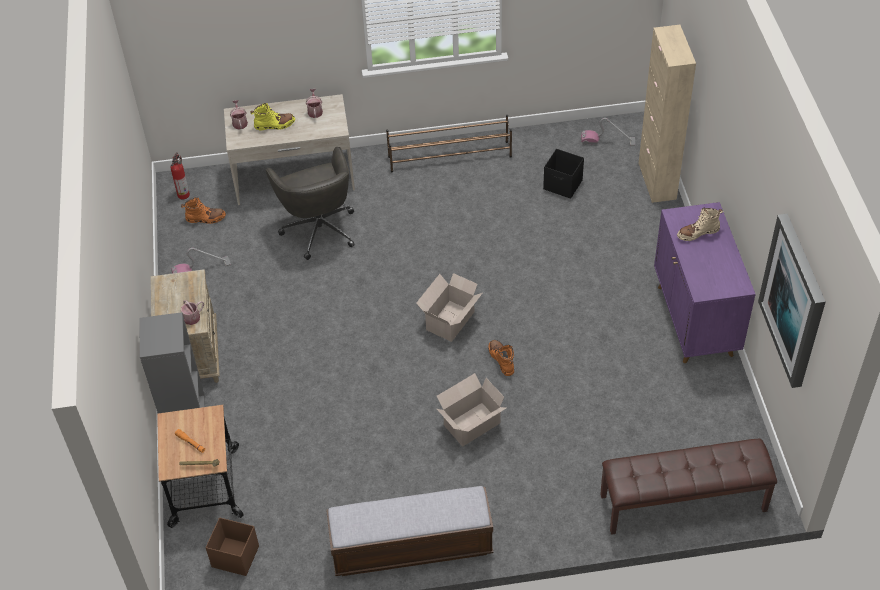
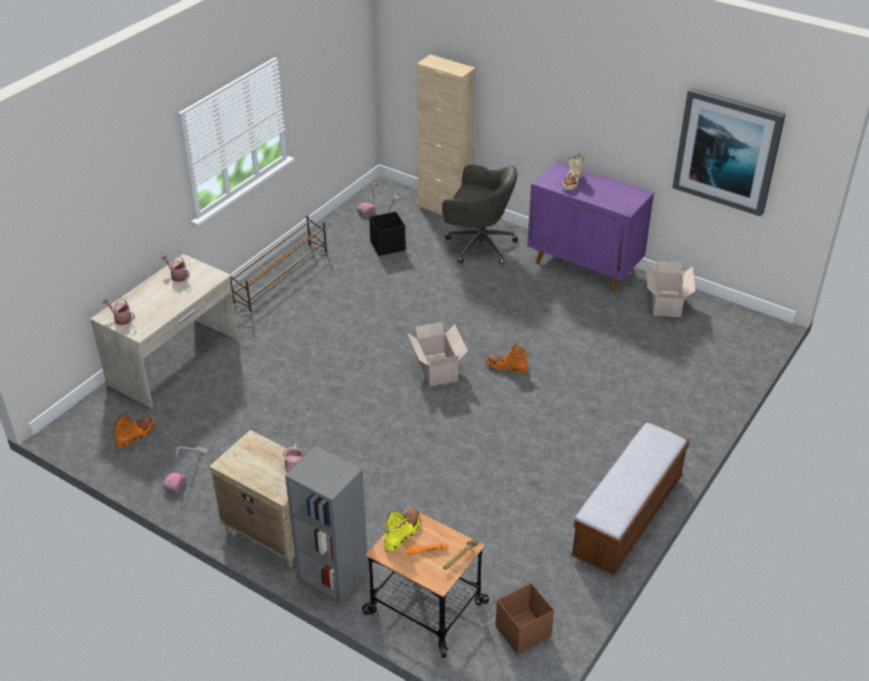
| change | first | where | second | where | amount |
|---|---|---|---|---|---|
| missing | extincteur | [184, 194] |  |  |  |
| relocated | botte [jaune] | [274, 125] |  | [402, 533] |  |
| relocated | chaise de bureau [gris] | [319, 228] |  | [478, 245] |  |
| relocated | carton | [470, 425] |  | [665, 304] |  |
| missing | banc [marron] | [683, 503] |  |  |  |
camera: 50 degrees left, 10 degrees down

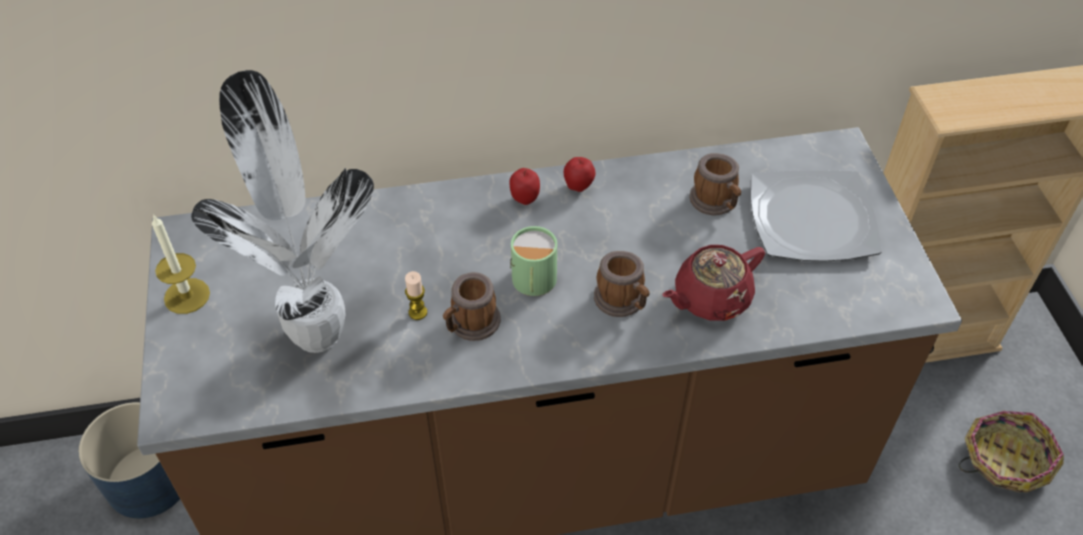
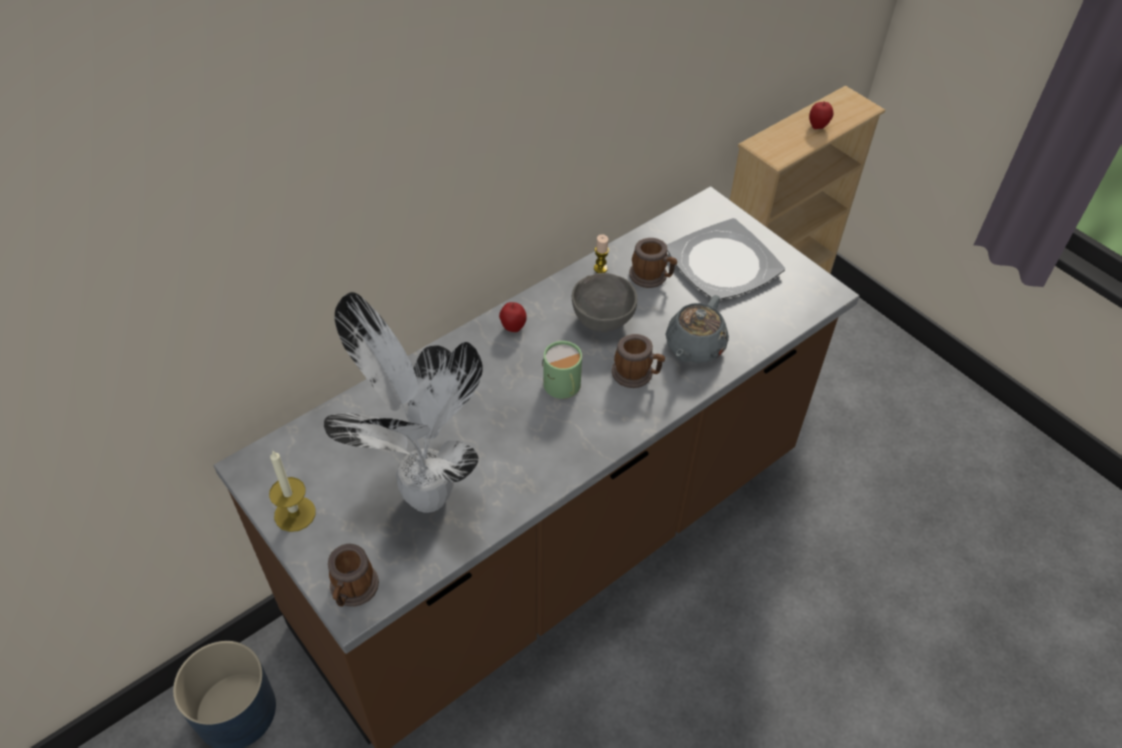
| change | first | where | second | where | amount |
|---|---|---|---|---|---|
| relocated | bougie | [418, 312] |  | [600, 268] |  |
| relocated | mug | [470, 324] |  | [352, 590] |  |
| relocated | pomme | [578, 187] |  | [818, 126] |  |
| colour | théière [rouge] | [710, 298] | théière [gris] | [694, 347] |  |
| missing | panier | [1004, 460] |  |  |  |
| appeared |  |  | bol [gris] | [603, 319] |  |
camera: 30 degrees left, 0 degrees up

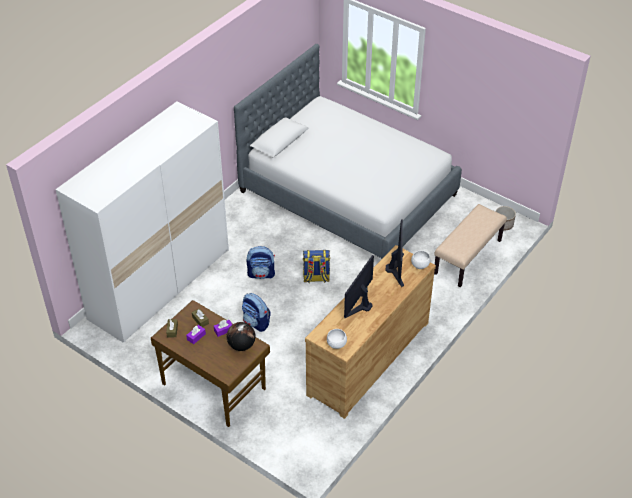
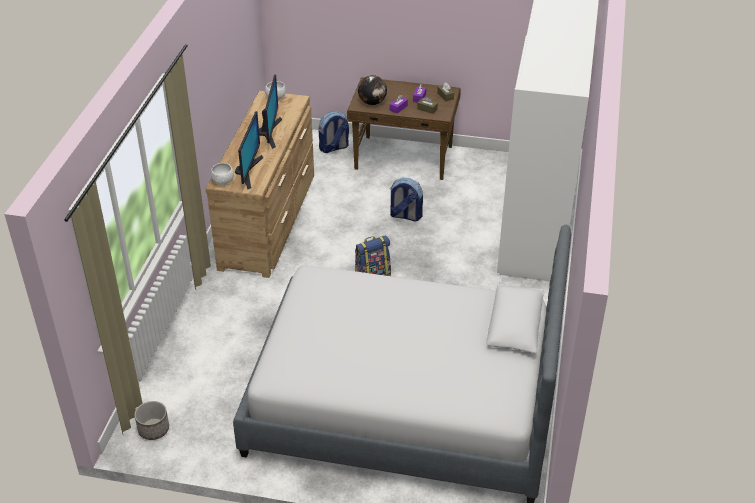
| change | first | where | second | where | amount |
|---|---|---|---|---|---|
| relocated | sac à dos | [261, 274] |  | [333, 148] |  |
| spun | écran d'ordinateur | [396, 269] |  | [248, 171] | 150 degrees counterclockwise |
| missing | banc [beige] | [468, 257] |  |  |  |
camera: 155 degrees right, 5 degrees down

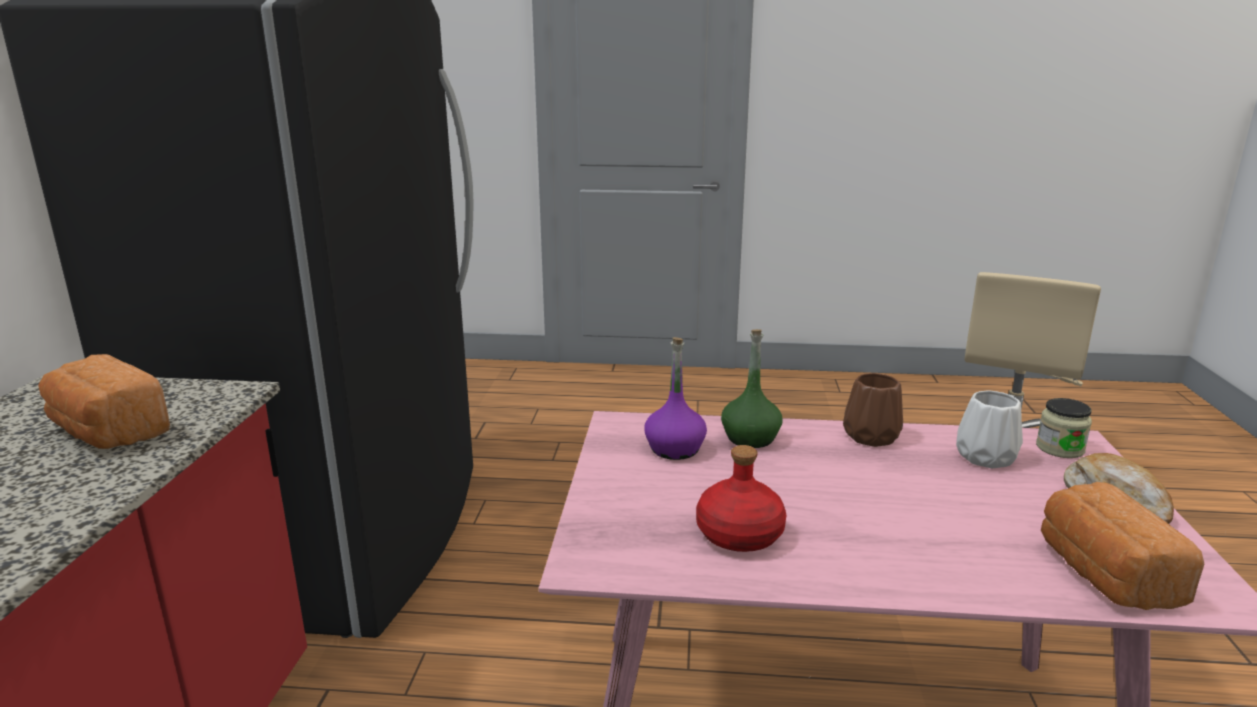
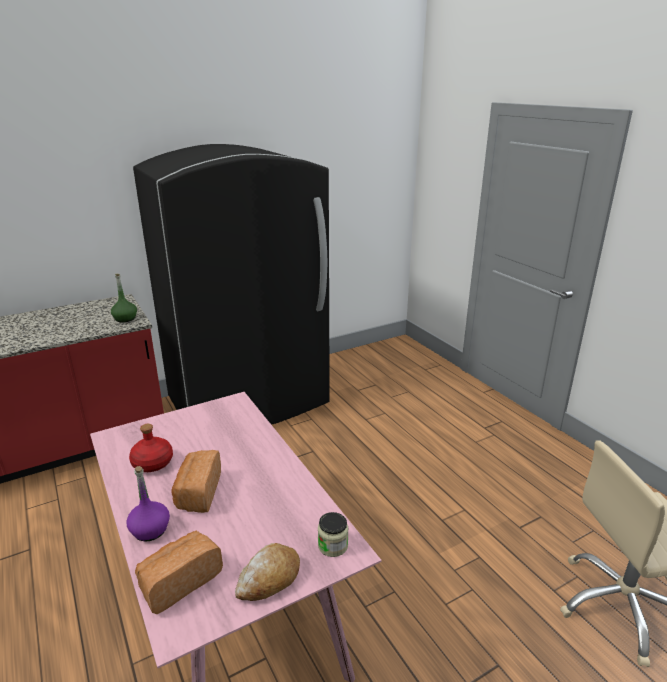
| change | first | where | second | where | amount |
|---|---|---|---|---|---|
| relocated | pain | [107, 432] |  | [198, 493] |  |
| relocated | bouteille [violet] | [675, 449] |  | [150, 530] |  |
| relocated | bouteille [vert] | [750, 438] |  | [125, 318] |  |
| missing | vase [marron] | [871, 436] |  |  |  |
| missing | vase [blanc] | [986, 457] |  |  |  |
camera: 55 degrees right, 5 degrees up

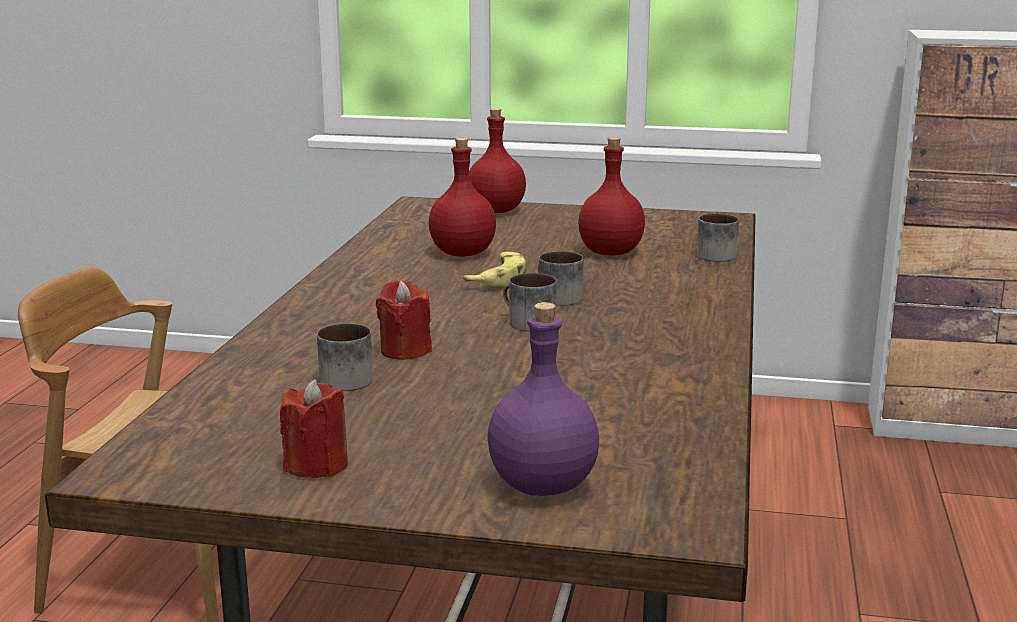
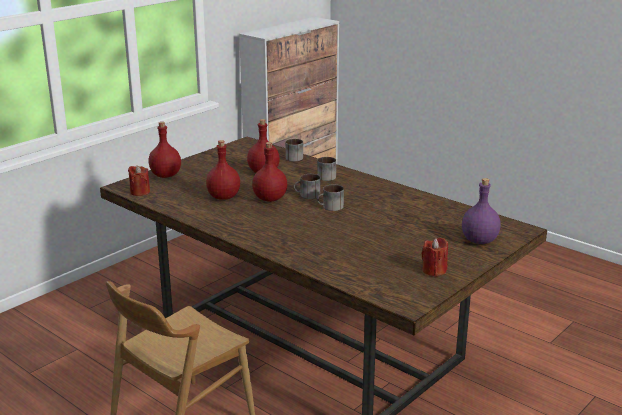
| change | first | where | second | where | amount |
|---|---|---|---|---|---|
| relocated | mug | [348, 378] |  | [324, 176] |  |
| relocated | bougie [rouge] | [405, 350] |  | [140, 192] |  |
| exchanged | banane | [498, 278] | bouteille [rouge] | [269, 199] |  |
camera: 60 degrees left, 5 degrees up

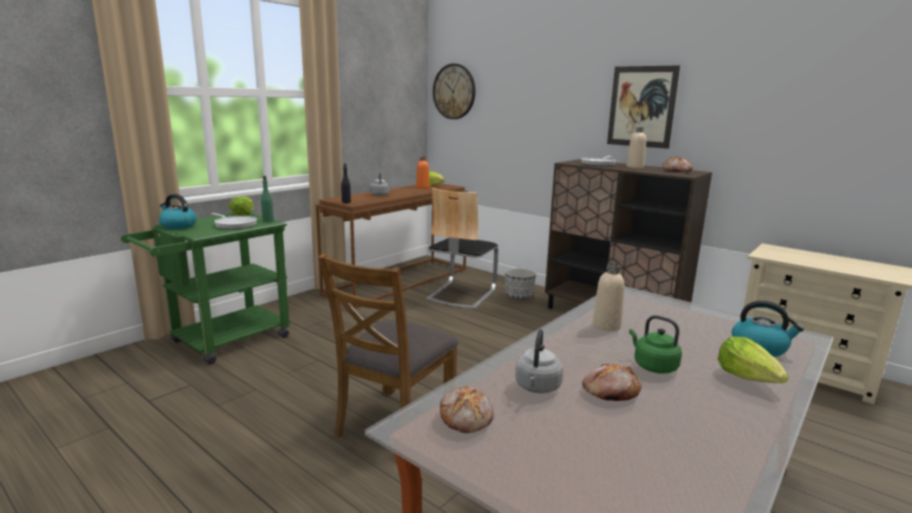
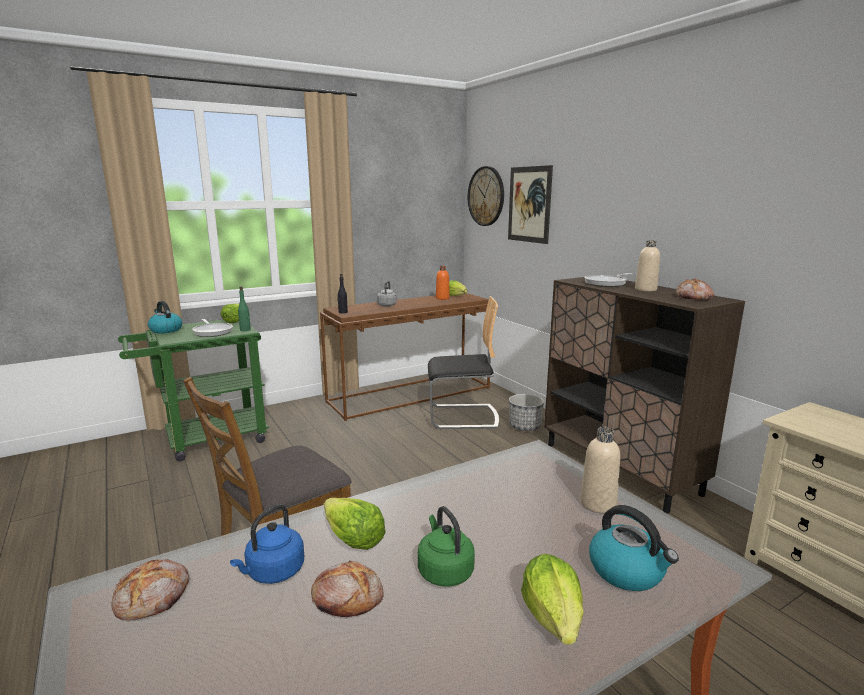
| change | first | where | second | where | amount |
|---|---|---|---|---|---|
| spun | chaise | [461, 294] |  | [462, 416] | 135 degrees counterclockwise |
| colour | bouilloire [gris] | [537, 387] | bouilloire [bleu] | [273, 572] |  |
| relocated | bouteille [beige] | [606, 326] |  | [598, 503] |  |
| relocated | tableau | [641, 106] |  | [529, 204] |  |
| appeared |  |  | laitue | [352, 539] |  |
camera: 20 degrees right, 0 degrees up

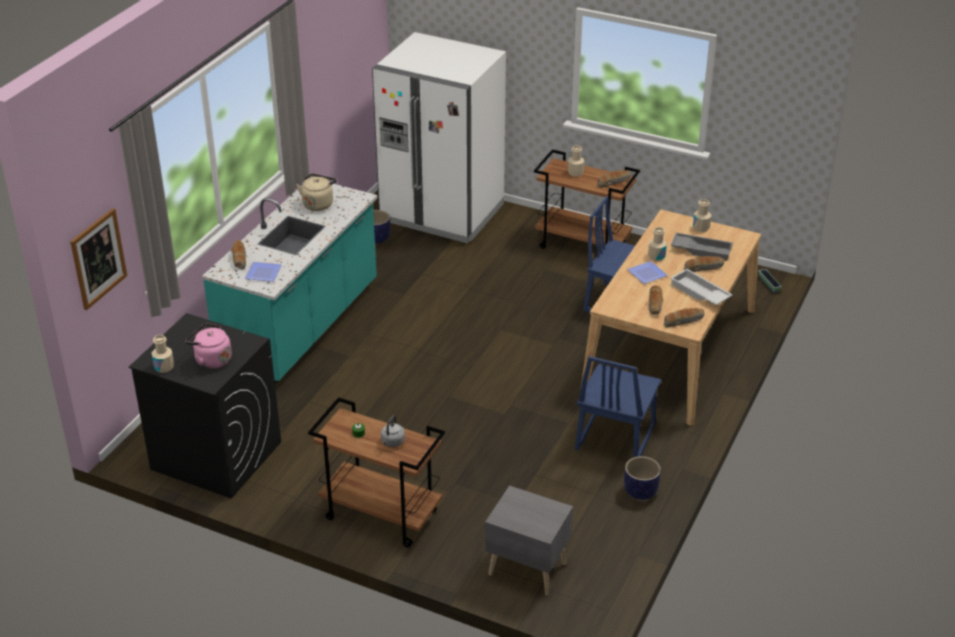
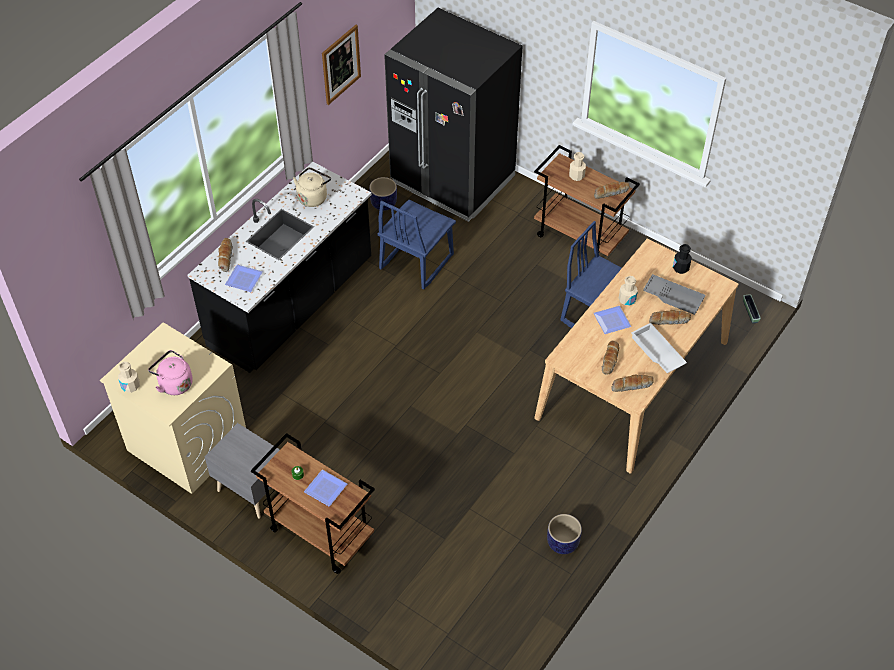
| change | first | where | second | where | amount |
|---|---|---|---|---|---|
| relocated | tableau | [98, 258] |  | [341, 64] |  |
| colour | lave-linge [noir] | [215, 455] | lave-linge [beige] | [186, 443] |  |
| colour | comptoir de cuisine [turquoise] | [302, 328] | comptoir de cuisine [noir] | [292, 304] |  |
| colour | réfrigérateur [blanc] | [442, 213] | réfrigérateur [noir] | [452, 180] |  |
| exchanged | bouilloire [gris] | [392, 442] | assiette | [326, 490] |  |
| relocated | table de chevet [gris] | [527, 567] |  | [251, 489] |  |
| relocated | chaise [bleu] | [614, 437] |  | [415, 261] |  |
| colour | bouteille [beige] | [701, 228] | bouteille [noir] | [680, 268] |  |
camera: 10 degrees right, 15 degrees up

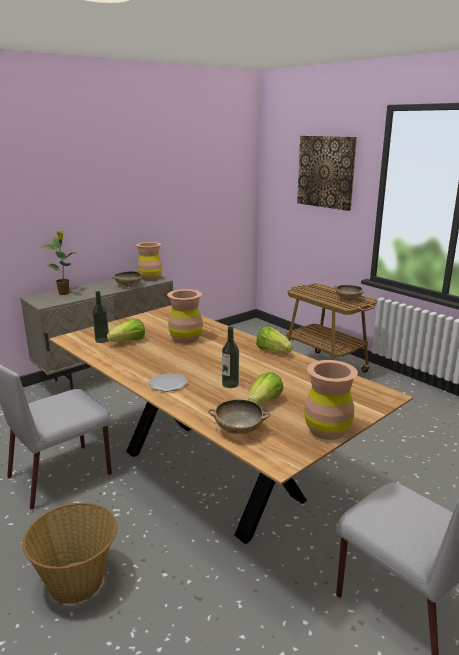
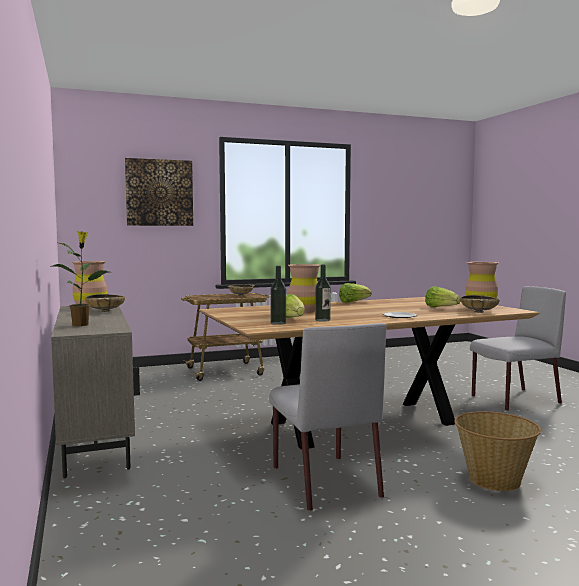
| change | first | where | second | where | amount |
|---|---|---|---|---|---|
| relocated | bouteille | [230, 384] |  | [322, 320] |  |
camera: 70 degrees left, 15 degrees down

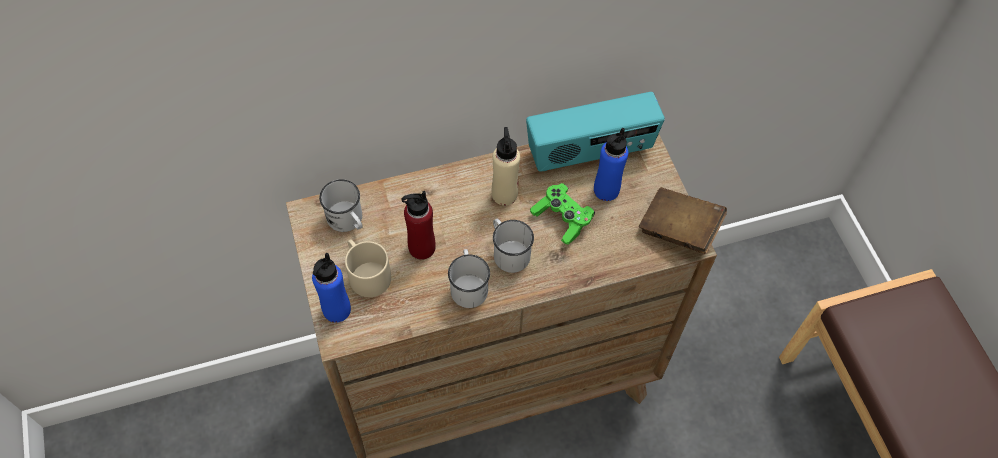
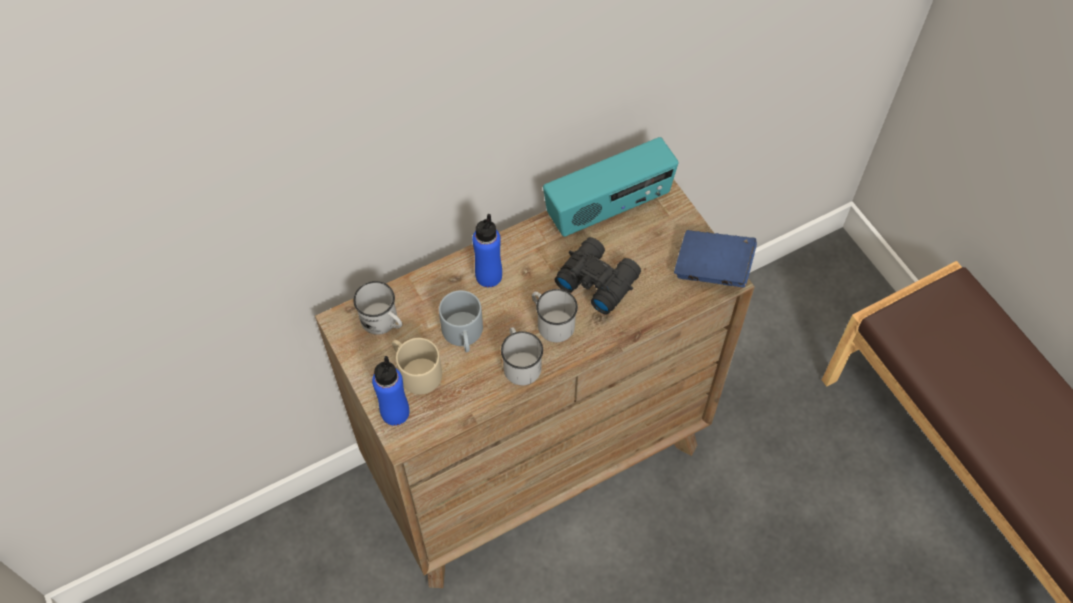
| change | first | where | second | where | amount |
|---|---|---|---|---|---|
| exchanged | bouteille [rouge] | [421, 247] | mug [gris] | [464, 334] |  |
| missing | bouteille [beige] | [504, 194] |  |  |  |
| exchanged | manette [vert] | [562, 219] | jumelles [noir] | [597, 279] |  |
| relocated | bouteille [bleu] | [606, 190] |  | [488, 276] |  |
| colour | livre [marron] | [678, 230] | livre [bleu] | [712, 269] |  |
camera: 10 degrees left, 0 degrees up

